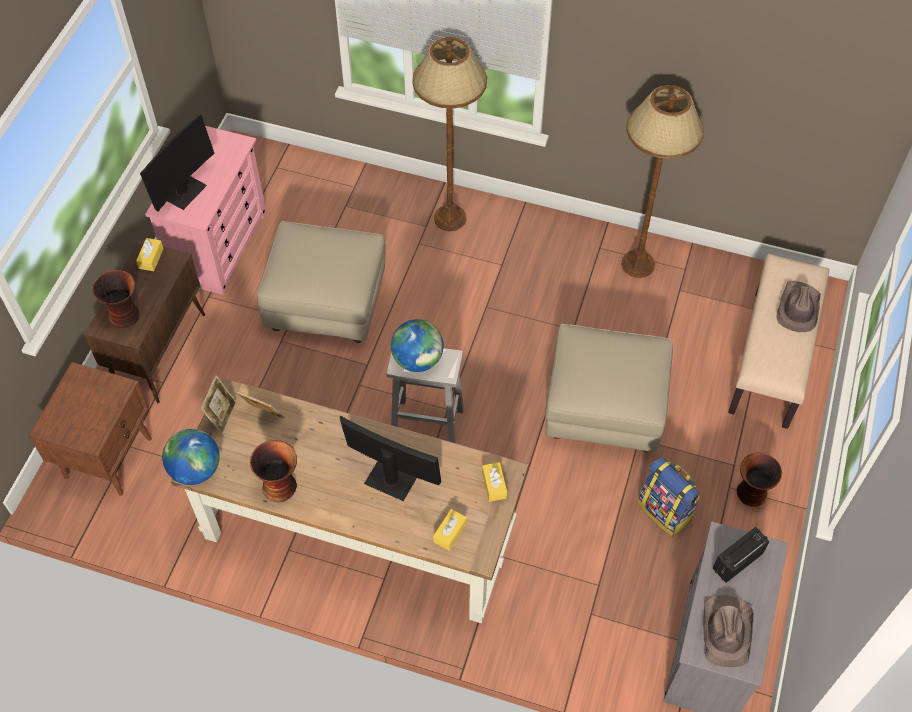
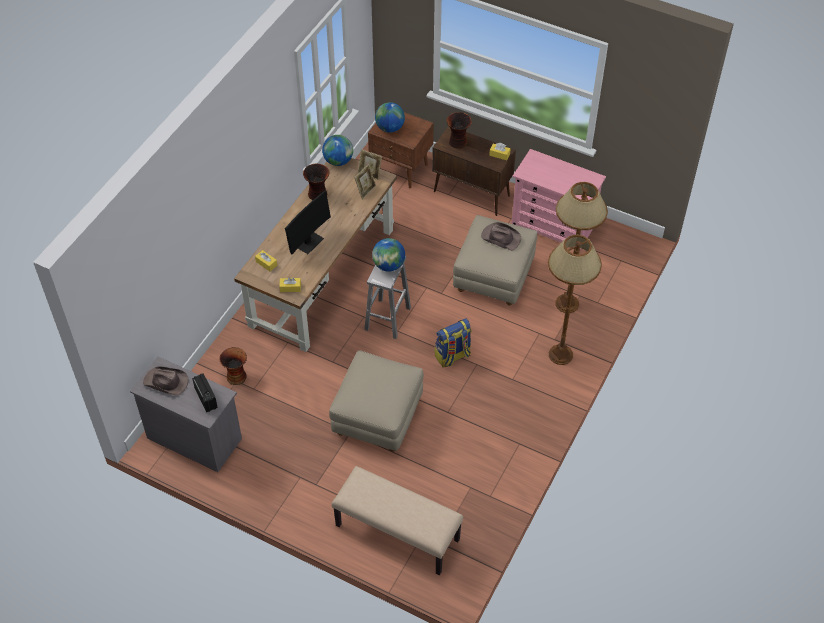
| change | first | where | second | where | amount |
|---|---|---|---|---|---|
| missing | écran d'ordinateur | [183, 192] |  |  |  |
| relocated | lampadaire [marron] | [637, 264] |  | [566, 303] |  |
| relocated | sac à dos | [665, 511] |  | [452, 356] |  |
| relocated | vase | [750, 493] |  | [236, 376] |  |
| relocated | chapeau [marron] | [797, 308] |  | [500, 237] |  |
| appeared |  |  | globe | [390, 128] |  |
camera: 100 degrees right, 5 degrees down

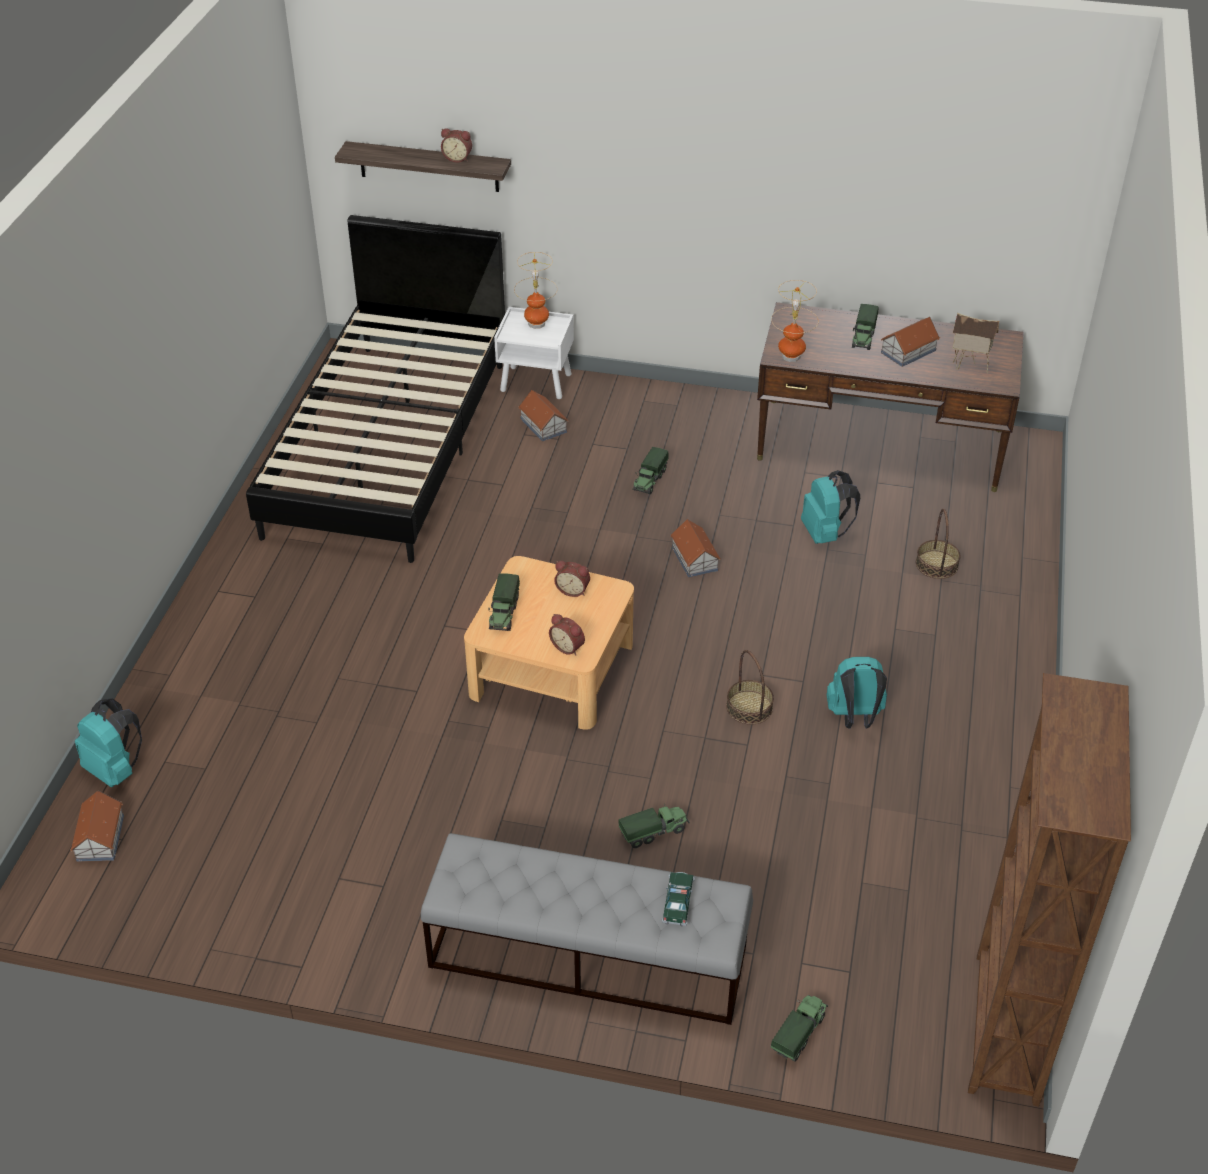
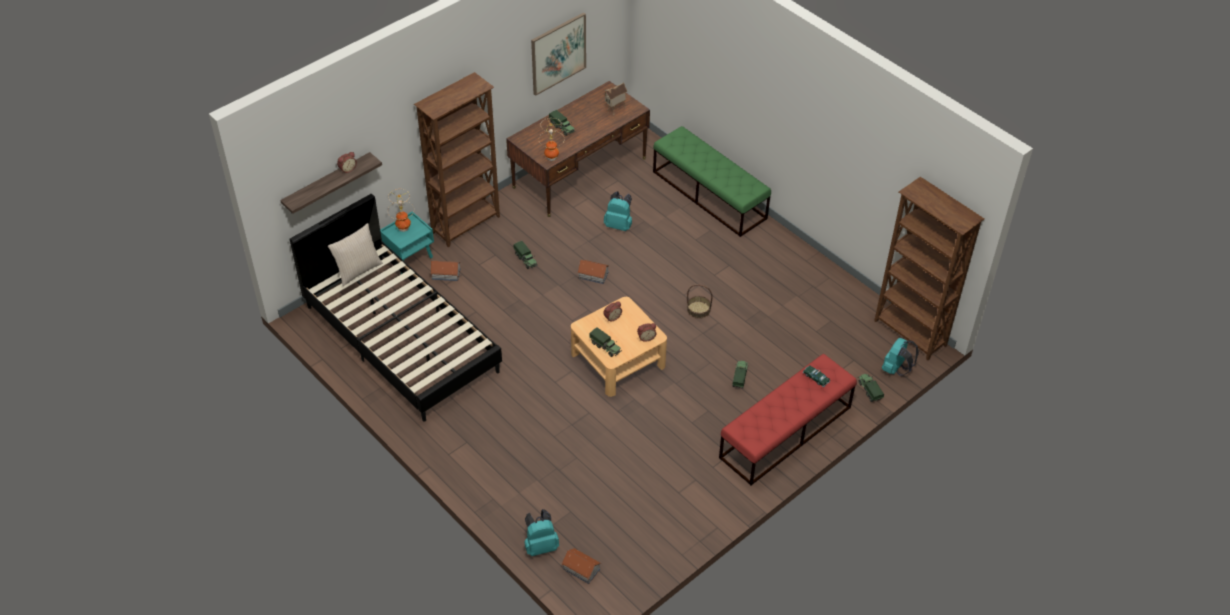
| change | first | where | second | where | amount |
|---|---|---|---|---|---|
| colour | banc [gris] | [586, 956] | banc [rouge] | [785, 432] |  |
| colour | table de chevet [blanc] | [537, 383] | table de chevet [turquoise] | [410, 258] |  |
| relocated | sac à dos [turquoise] | [854, 717] |  | [896, 369] |  |
| missing | maison miniature | [907, 351] |  |  |  |
| missing | panier | [937, 564] |  |  |  |
| appeared |  |  | coussin [beige] | [358, 270] |  |
| appeared |  |  | bibliothèque [marron] | [466, 225] |  |
| appeared |  |  | tableau | [558, 53] |  |
| appeared |  |  | banc [vert] | [709, 195] |  |
camera: 55 degrees left, 5 degrees up

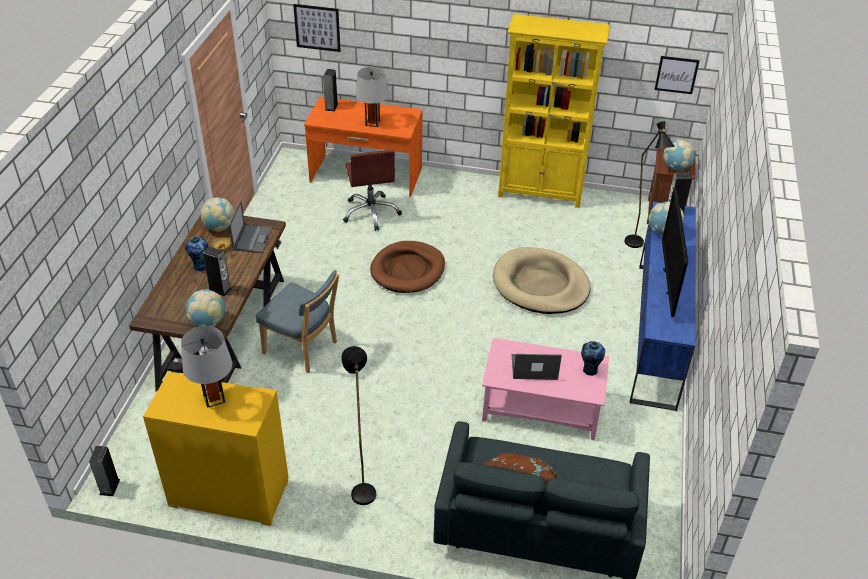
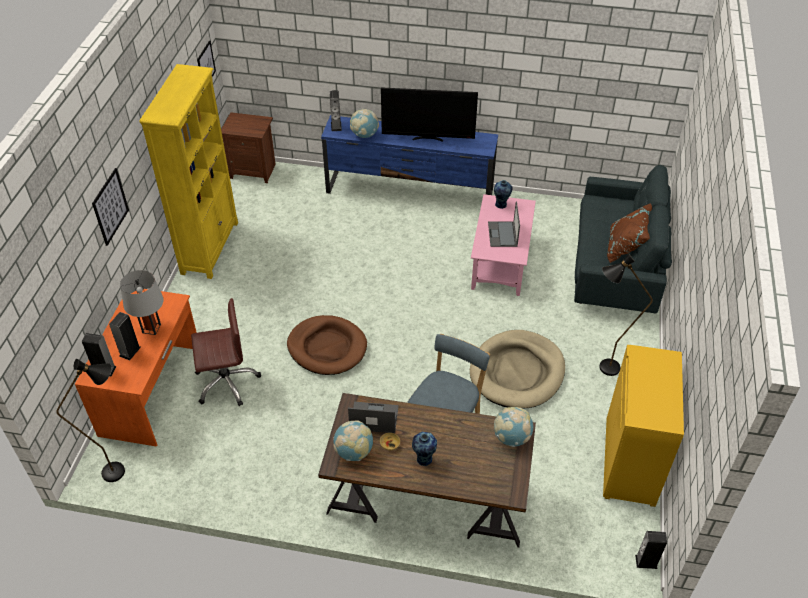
| change | first | where | second | where | amount |
|---|---|---|---|---|---|
| missing | lampe de table [gris] | [214, 398] |  |  |  |
| relocated | enceinte | [220, 289] |  | [130, 351] |  |
| relocated | tableau | [317, 27] |  | [110, 206] |  |
| relocated | panier pour chien [beige] | [540, 285] |  | [517, 372] |  |
| relocated | lampadaire [noir] | [636, 246] |  | [122, 470] |  |
| missing | globe | [676, 168] |  |  |  |
camera: 90 degrees left, 5 degrees up

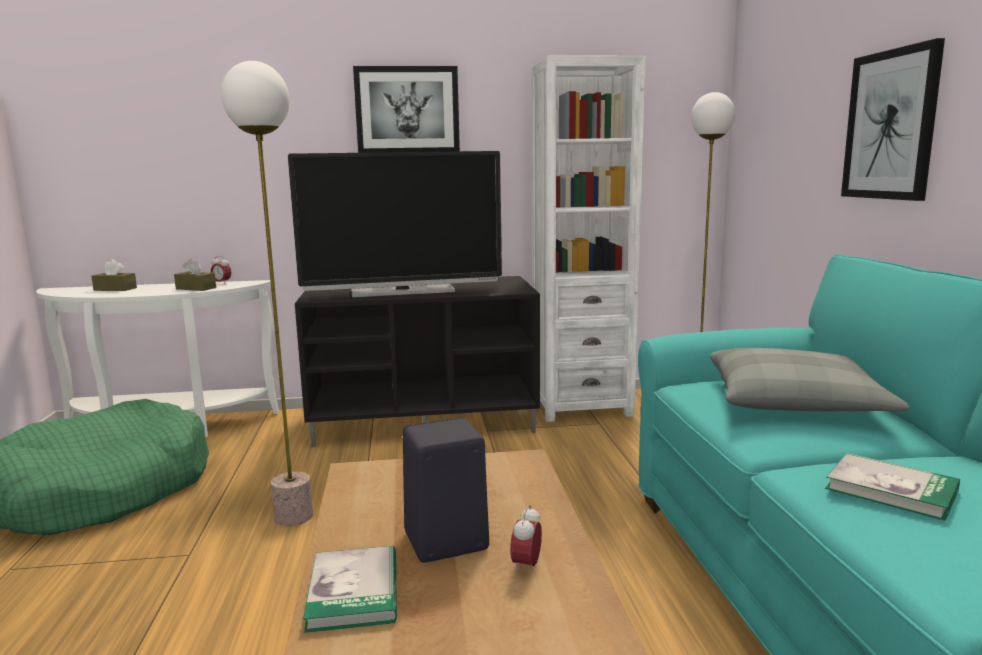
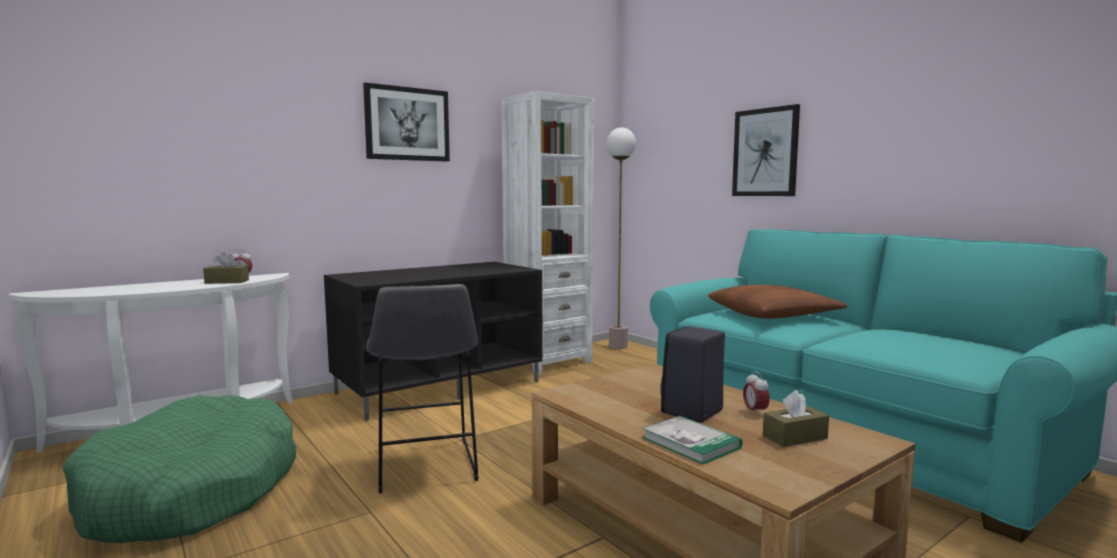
| change | first | where | second | where | amount |
|---|---|---|---|---|---|
| relocated | boîte à mouchoirs [marron] | [115, 289] |  | [794, 437] |  |
| exchanged | lampadaire | [293, 517] | tabouret [gris] | [425, 467] |  |
| missing | téléviseur | [402, 292] |  |  |  |
| colour | coussin [gris] | [795, 401] | coussin [marron] | [773, 315] |  |
| missing | livre | [891, 489] |  |  |  |
camera: 30 degrees left, 5 degrees down

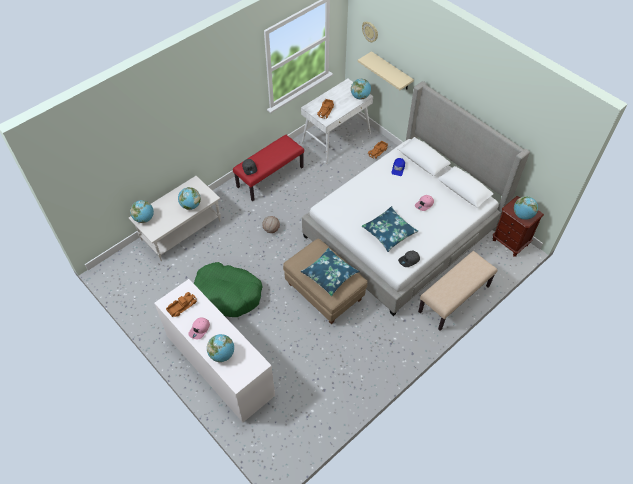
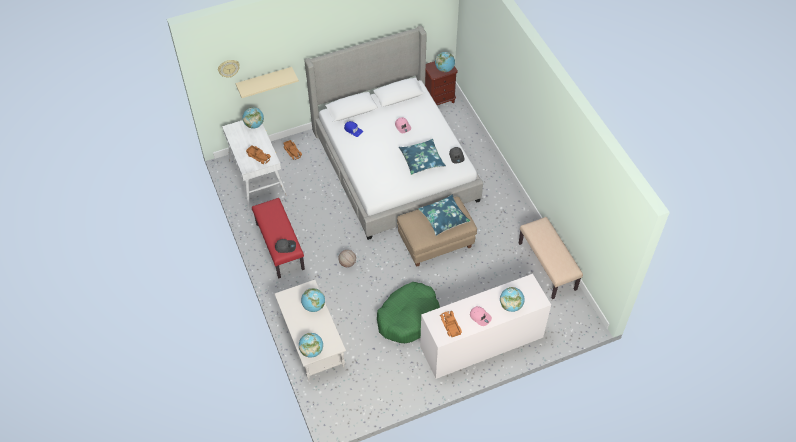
| change | first | where | second | where | amount |
|---|---|---|---|---|---|
| relocated | banc [beige] | [454, 299] |  | [547, 266] |  |
camera: 70 degrees left, 0 degrees up

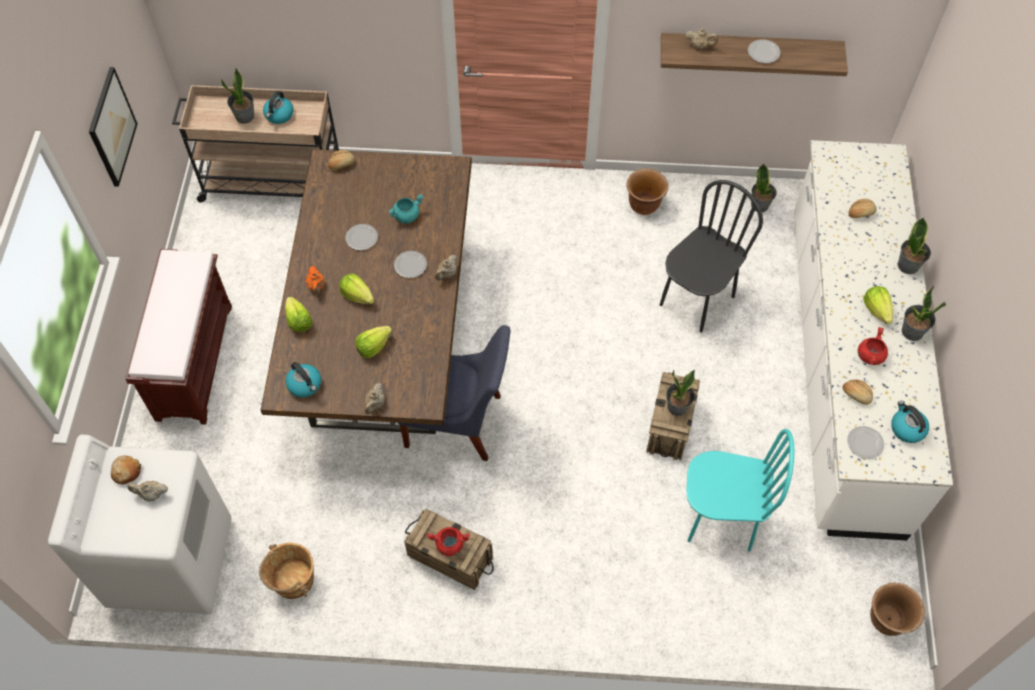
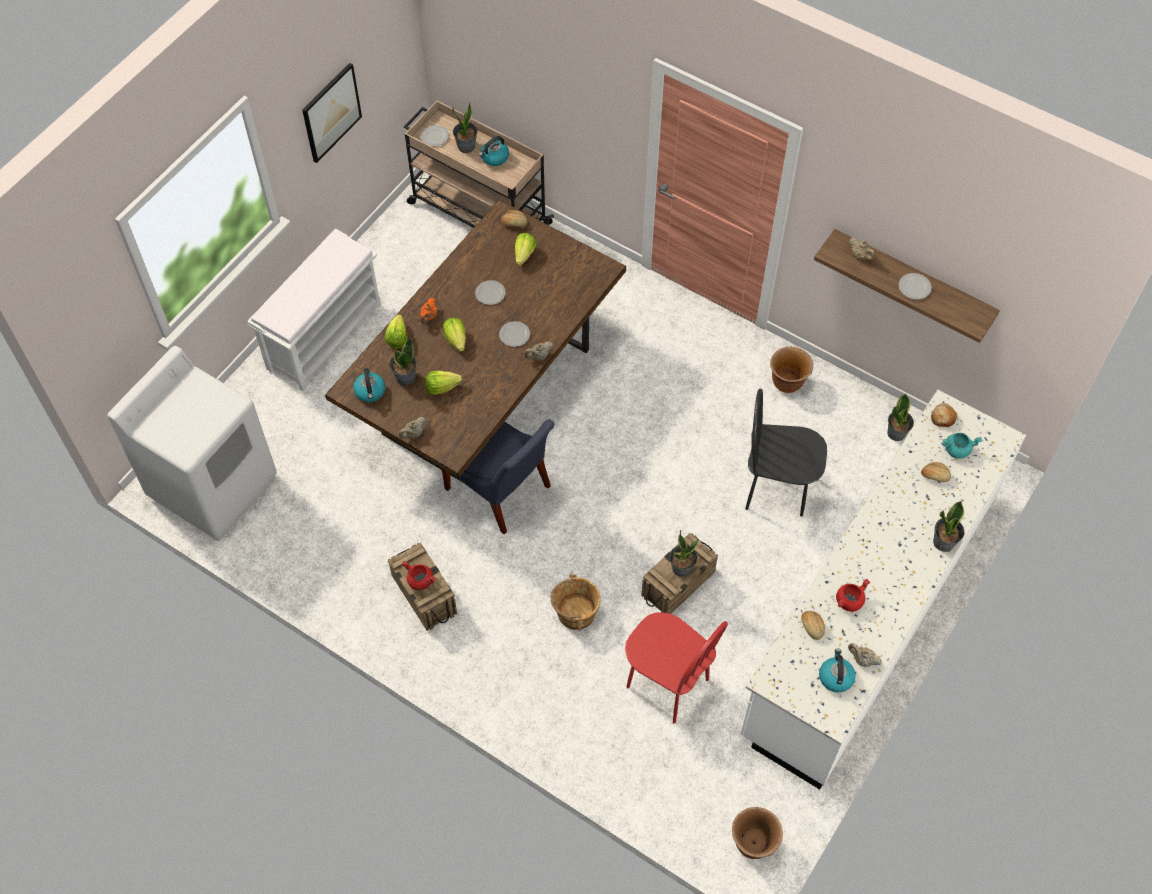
| change | first | where | second | where | amount |
|---|---|---|---|---|---|
| relocated | pain | [126, 472] |  | [942, 418] |  |
| colour | banc [marron] | [194, 360] | banc [blanc] | [325, 335] |  |
| relocated | théière [beige] | [151, 494] |  | [862, 660] |  |
| relocated | seau [marron] | [292, 580] |  | [575, 612] |  |
| relocated | marmite [turquoise] | [406, 215] |  | [957, 449] |  |
| spun | chaise [noir] | [696, 300] |  | [776, 489] | 150 degrees counterclockwise |
| colour | chaise [turquoise] | [720, 519] | chaise [rouge] | [667, 684] |  |
| relocated | assiette | [864, 443] |  | [434, 137] |  |
| relocated | laitue | [877, 310] |  | [524, 255] |  |
| relocated | plante en pot | [912, 332] |  | [405, 377] |  |
camera: 30 degrees right, 0 degrees up

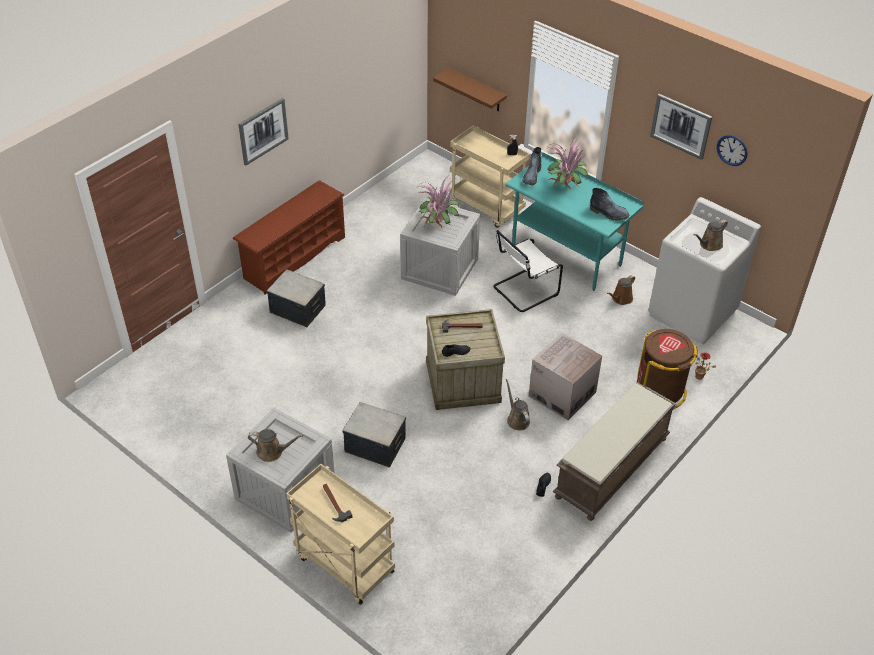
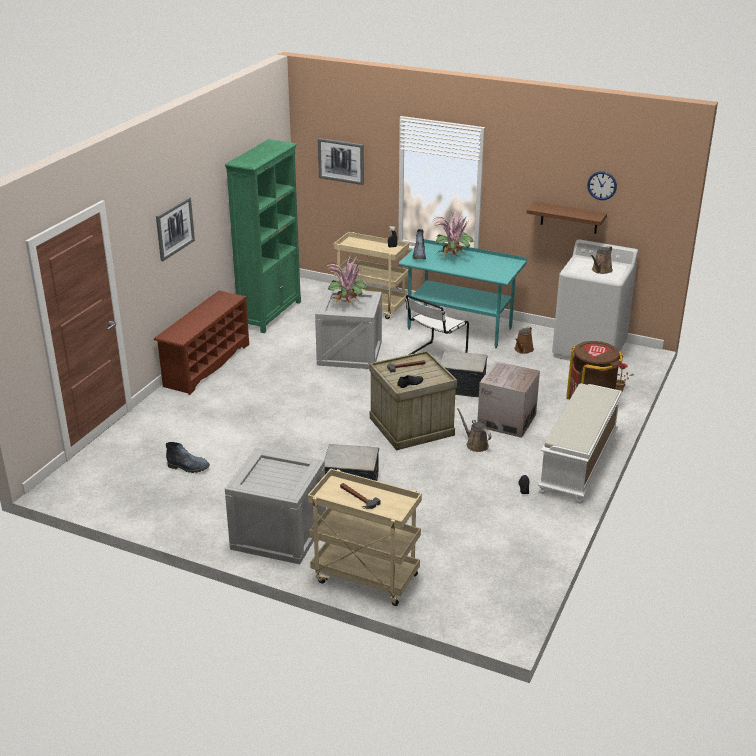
| change | first | where | second | where | amount |
|---|---|---|---|---|---|
| missing | arrosoir [marron] | [272, 452] |  |  |  |
| relocated | boîte de rangement | [298, 309] |  | [462, 386] |  |
| relocated | étagère [marron] | [477, 90] |  | [569, 218] |  |
| colour | banc [marron] | [612, 468] | banc [blanc] | [579, 464] |  |
| relocated | botte | [609, 214] |  | [189, 467] |  |
| relocated | tableau | [681, 126] |  | [341, 161] |  |
| appeared |  |  | bibliothèque [vert] | [270, 314] |  |
camera: 15 degrees left, 15 degrees down

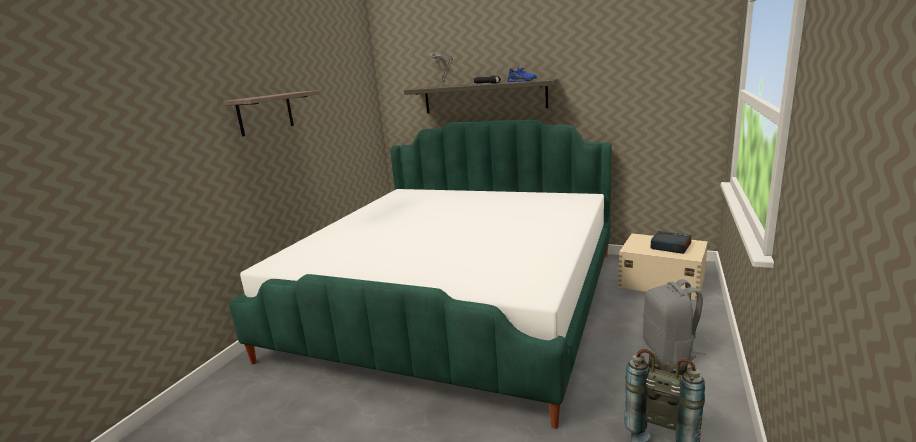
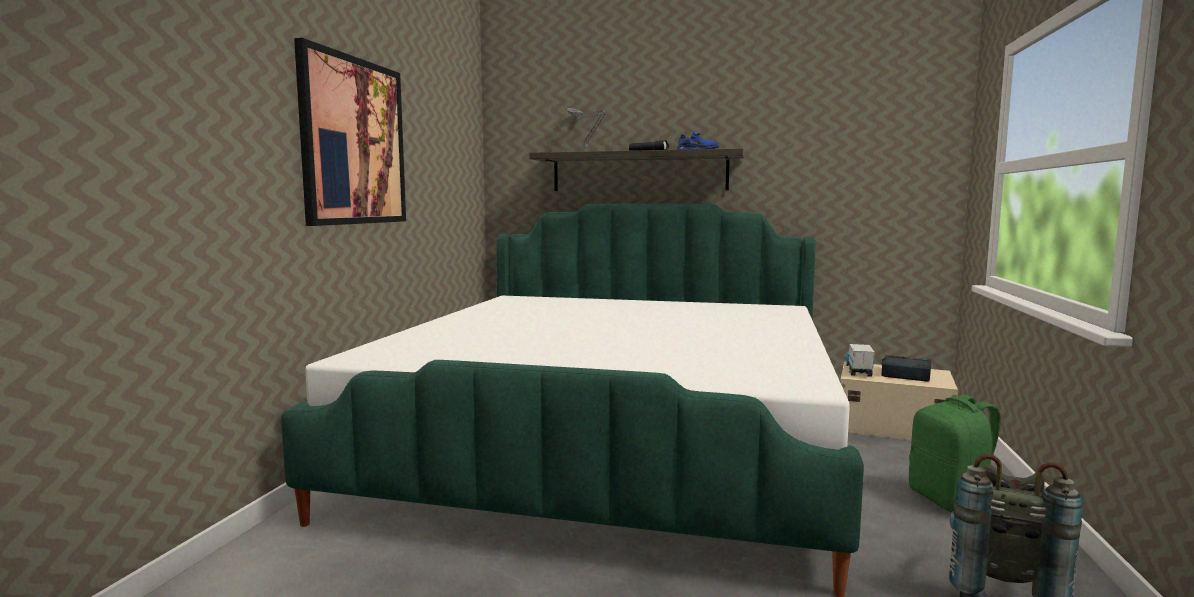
| change | first | where | second | where | amount |
|---|---|---|---|---|---|
| exchanged | étagère | [265, 113] | tableau | [354, 142] |  |
| colour | sac à dos [gris] | [670, 352] | sac à dos [vert] | [951, 503] |  |
| appeared |  |  | camion jouet | [858, 371] |  |
camera: 10 degrees left, 10 degrees down

